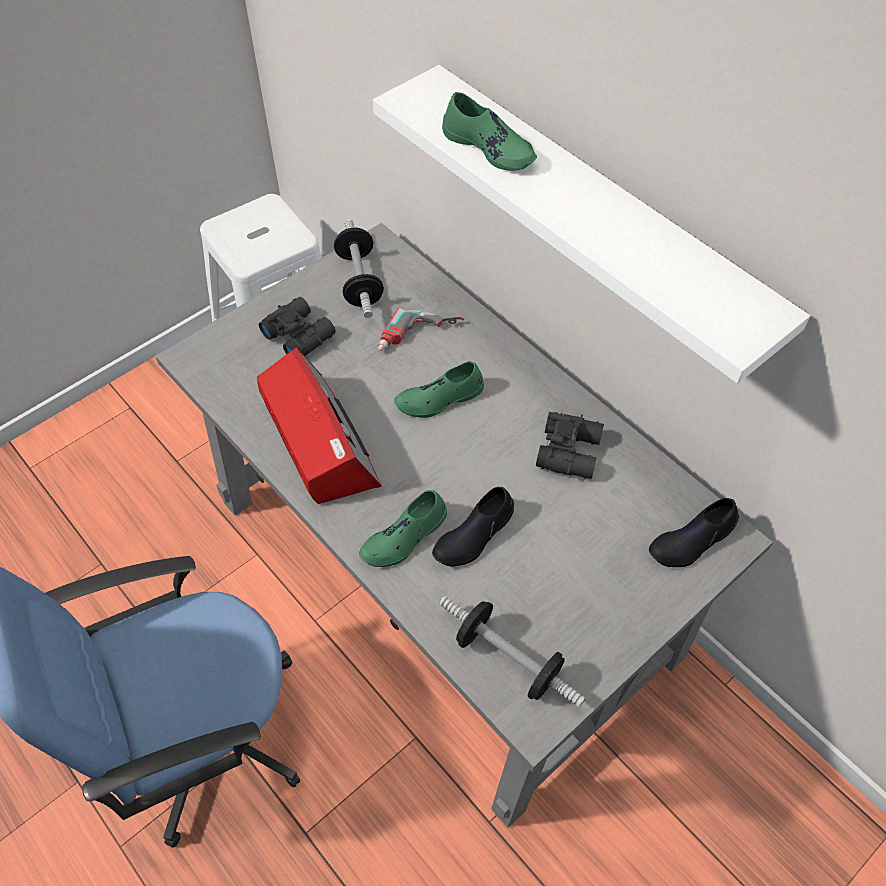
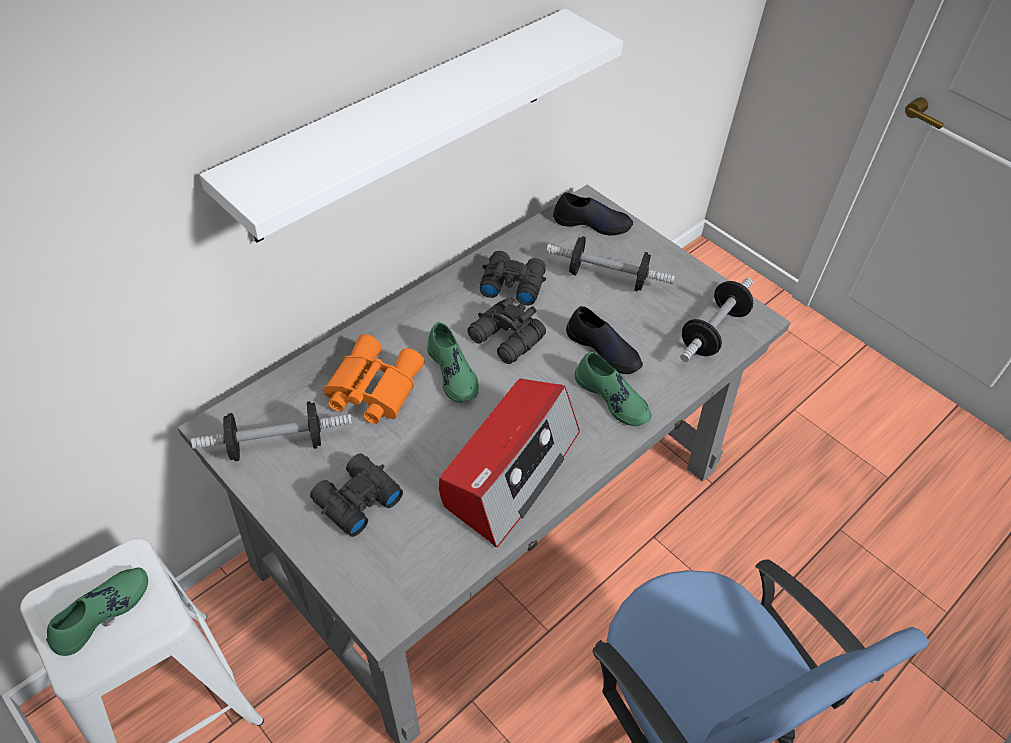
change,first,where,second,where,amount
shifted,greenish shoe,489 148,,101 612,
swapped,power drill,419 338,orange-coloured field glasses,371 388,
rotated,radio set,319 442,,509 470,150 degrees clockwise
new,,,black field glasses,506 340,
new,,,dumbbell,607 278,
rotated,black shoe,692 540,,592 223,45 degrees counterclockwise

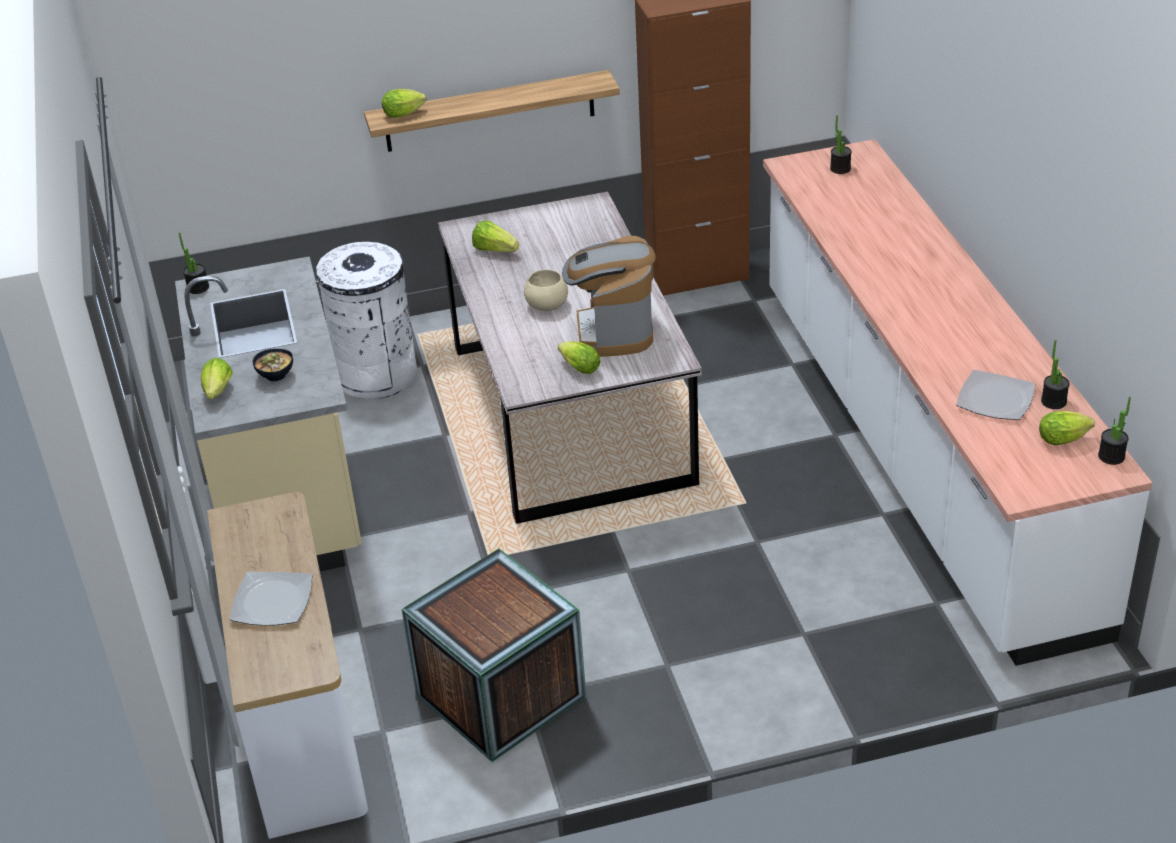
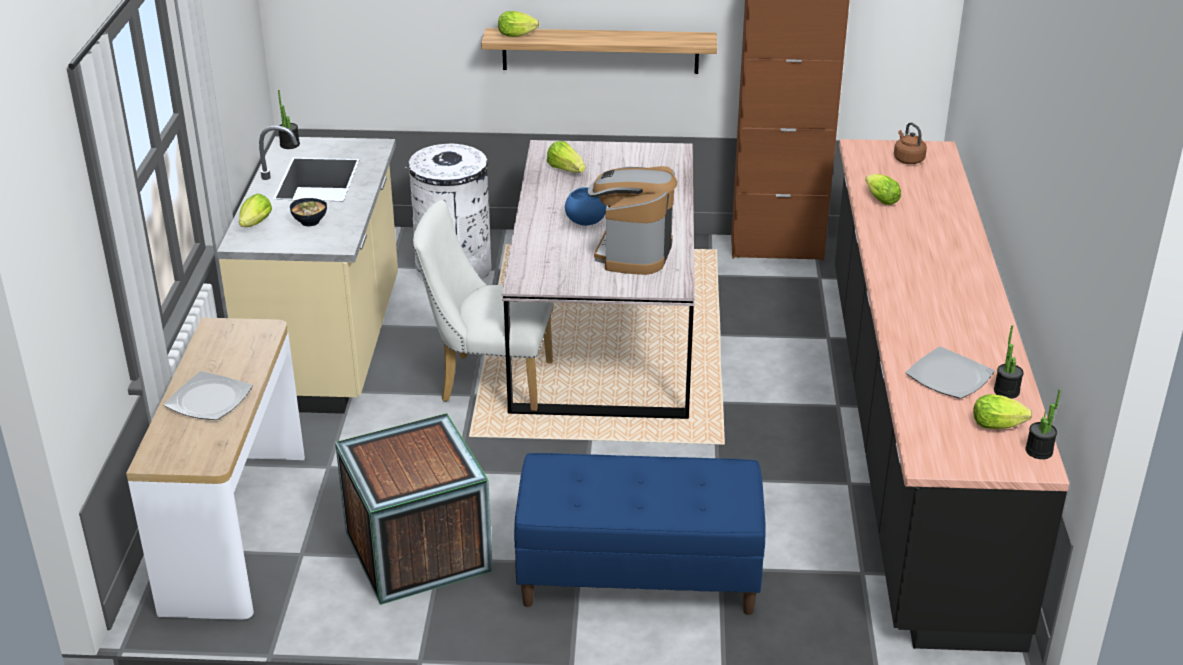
change,first,where,second,where,amount
new,,,whitish plain chair,488 381,
new,,,blue long seat,637 577,
repainted,beige serving bowl,547 304,blue serving bowl,586 220,
repainted,whitish kitchen counter,918 451,black kitchen counter,911 437,
shifted,lettuce,578 367,,879 199,
swapped,plant in a pot,840 169,brown tea kettle,907 159,

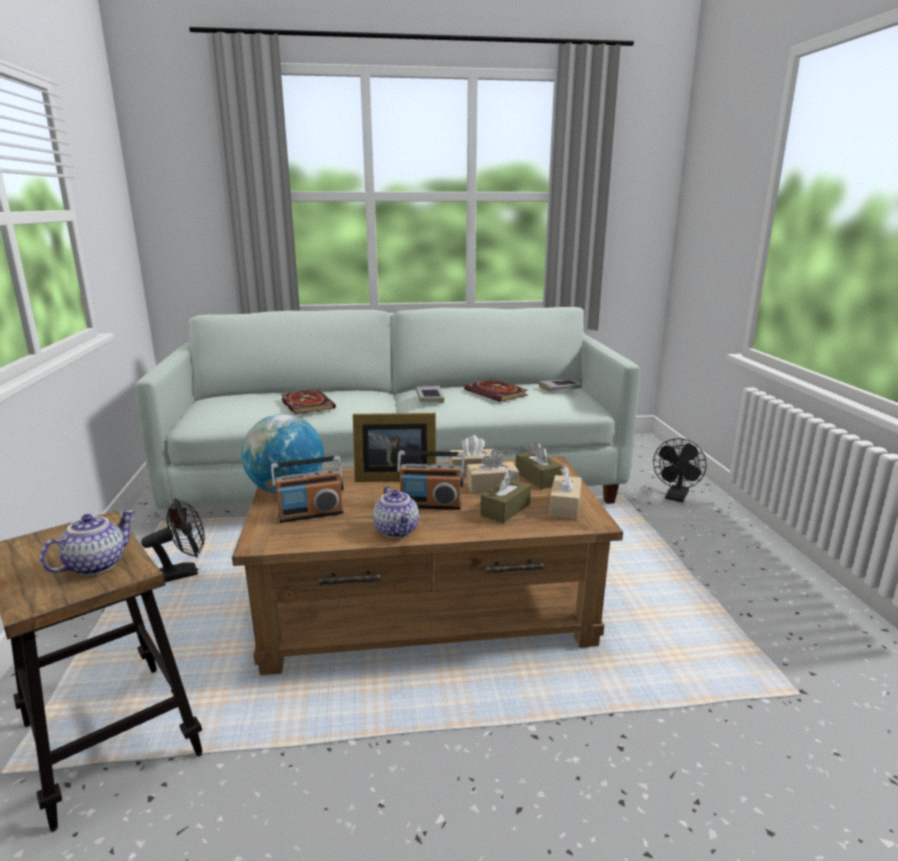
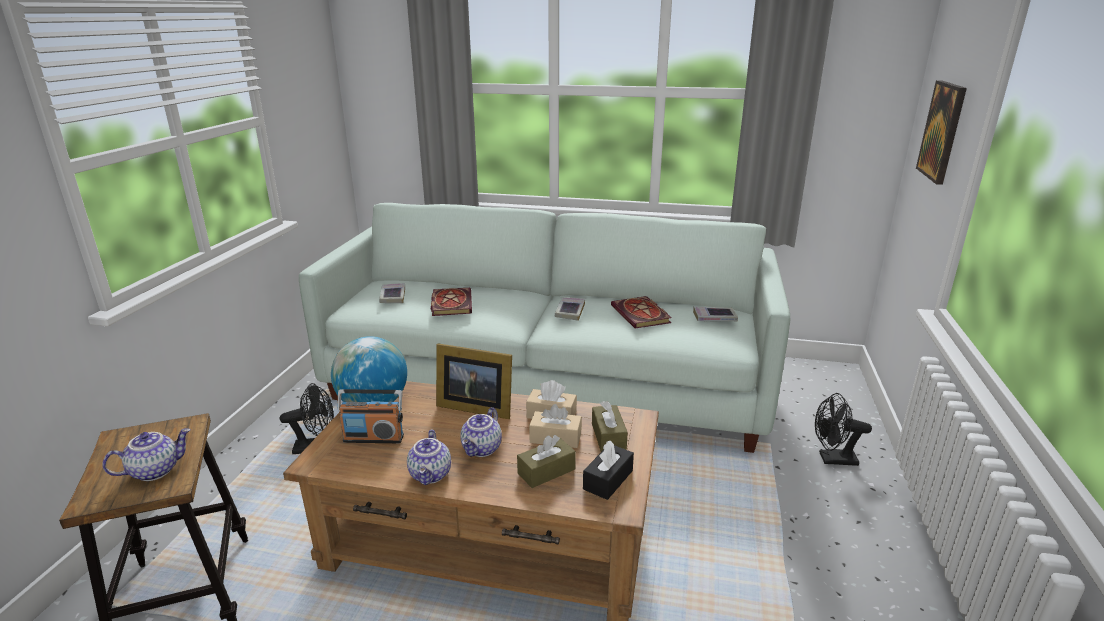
change,first,where,second,where,amount
new,,,book,392 296,
swapped,radio set,430 505,pot for tea,482 449,
repainted,beige box of tissues,565 506,black box of tissues,608 480,
rotated,black electric fan,676 497,,832 459,45 degrees clockwise
new,,,picture,942 131,

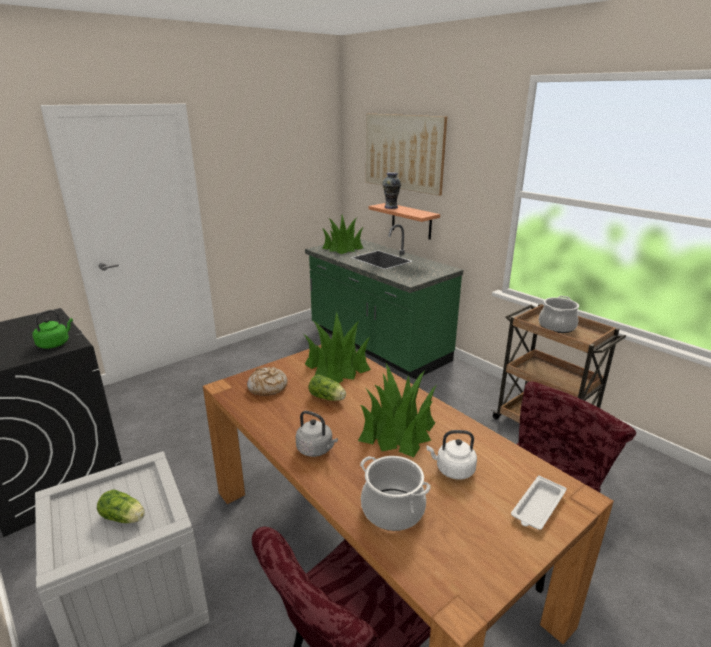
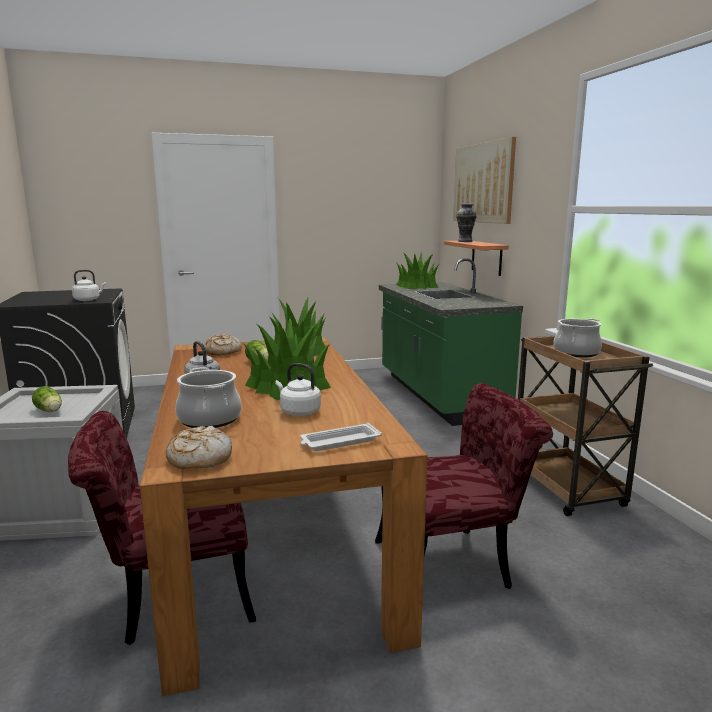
change,first,where,second,where,amount
repainted,greenish tea kettle,55 344,whitish tea kettle,88 300,
new,,,bread,199 458,

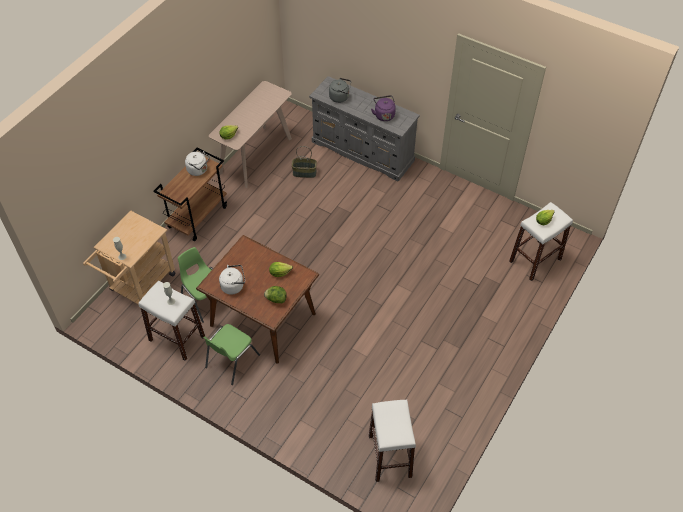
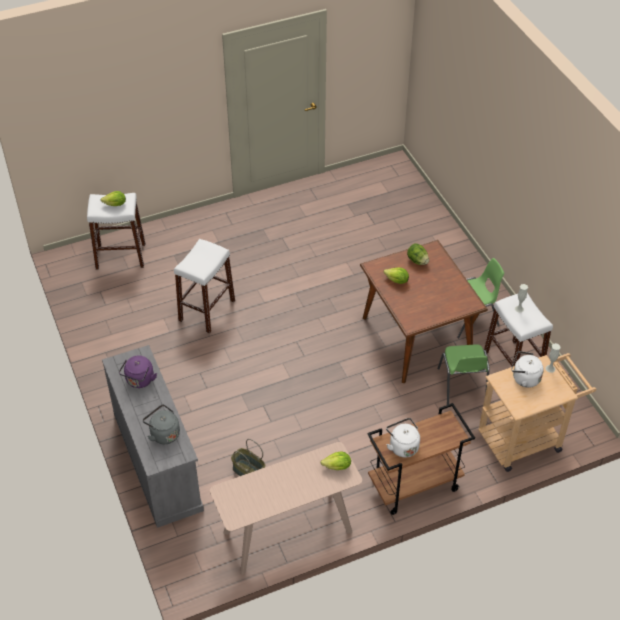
change,first,where,second,where,amount
shifted,whitish stool,390 456,,207 310,
shifted,whitish tea kettle,234 286,,524 378,

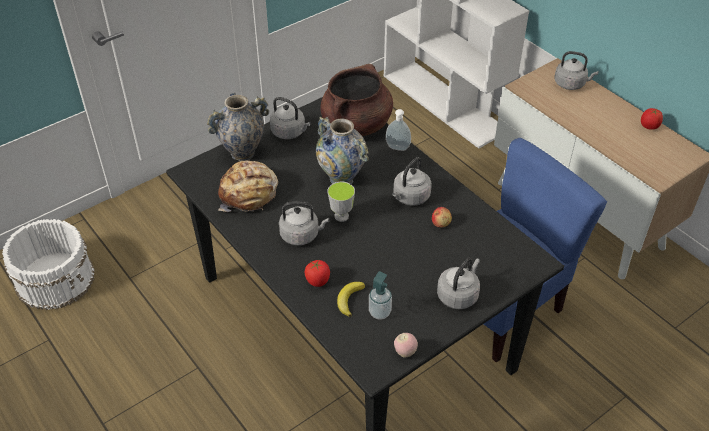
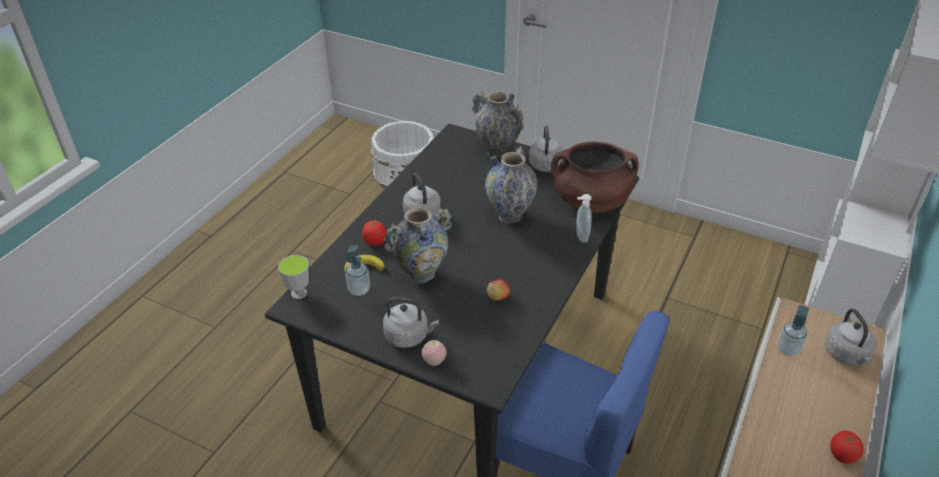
change,first,where,second,where,amount
shifted,small cup,341 216,,299 293,
new,,,flower vase,421 274,
shifted,whole apple,405 352,,434 361,
new,,,soap bottle,787 350,
gone,bread,249 194,,,
gone,gray tea kettle,410 197,,,

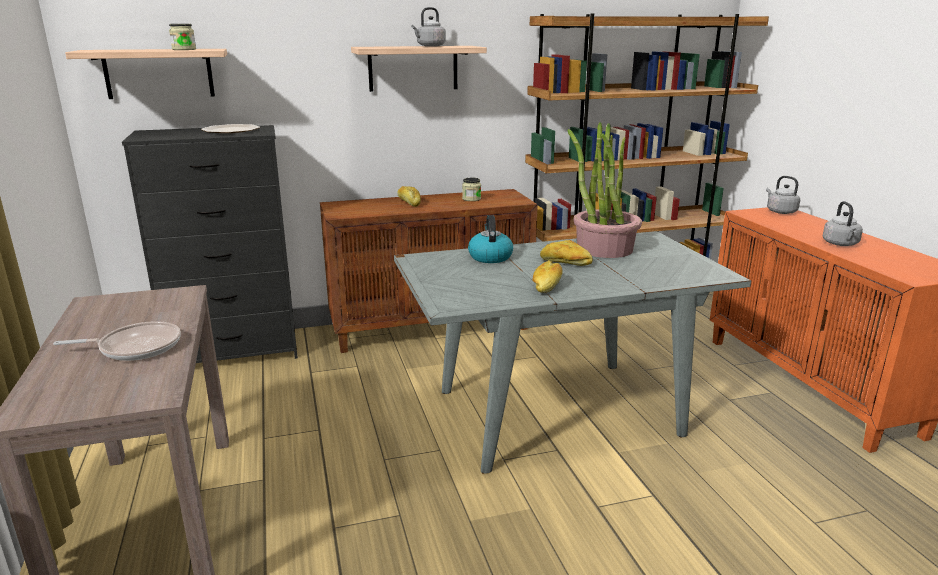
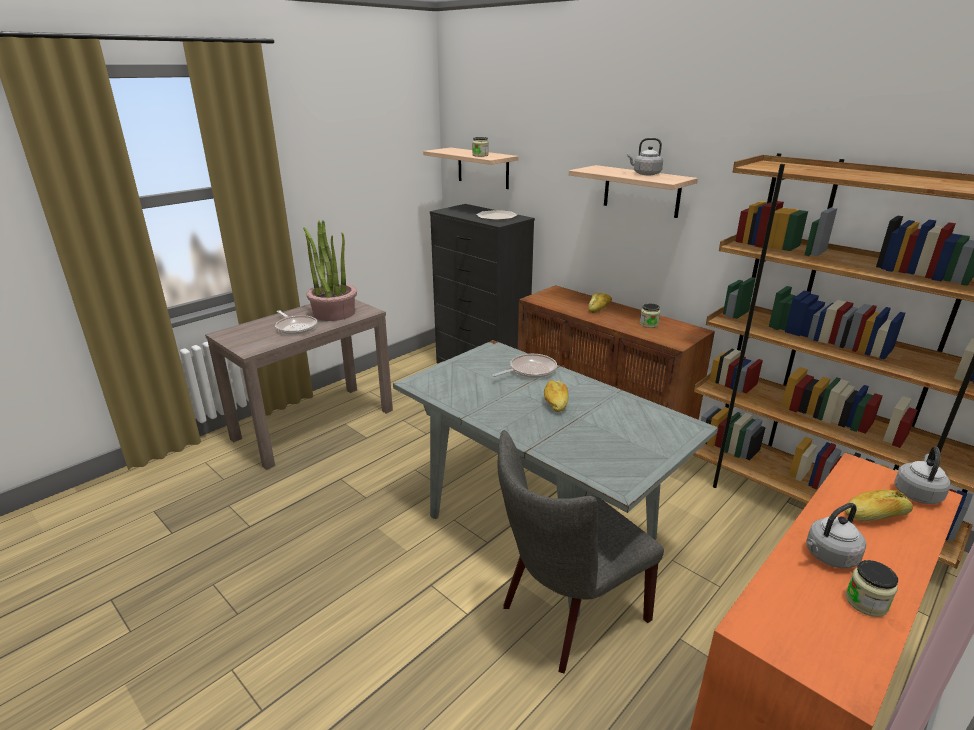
change,first,where,second,where,amount
shifted,plant in a pot,604 249,,334 313,
swapped,tea kettle,490 257,pan,530 370,
new,,,gray plain chair,567 616,
shifted,bread,547 285,,876 515,
new,,,preserve jar,866 602,

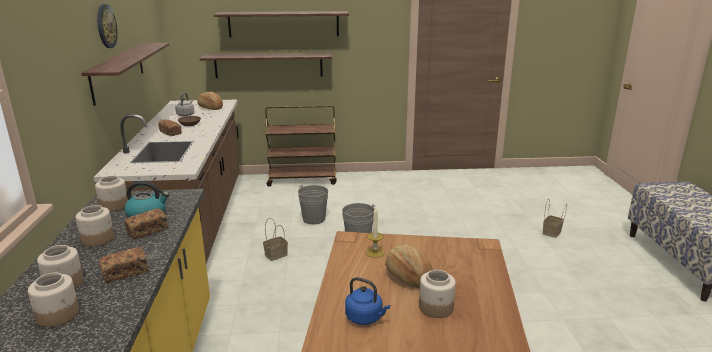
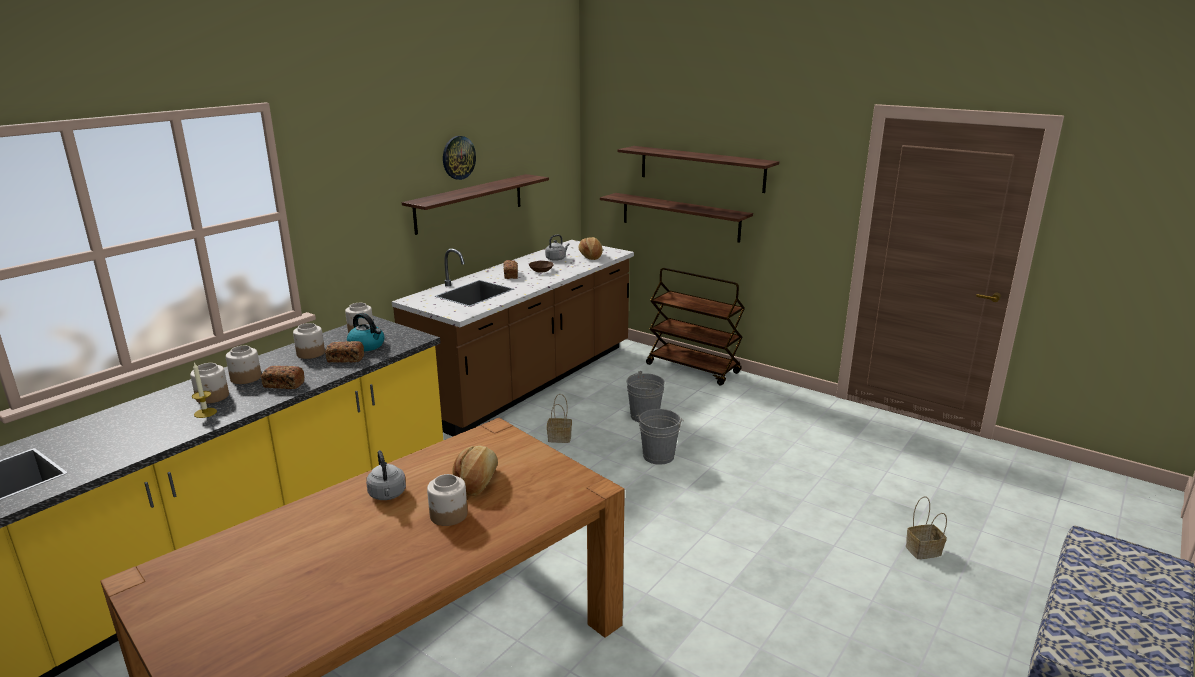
change,first,where,second,where,amount
shifted,wax light,375 252,,205 413,
repainted,blue tea kettle,365 318,gray tea kettle,387 495,

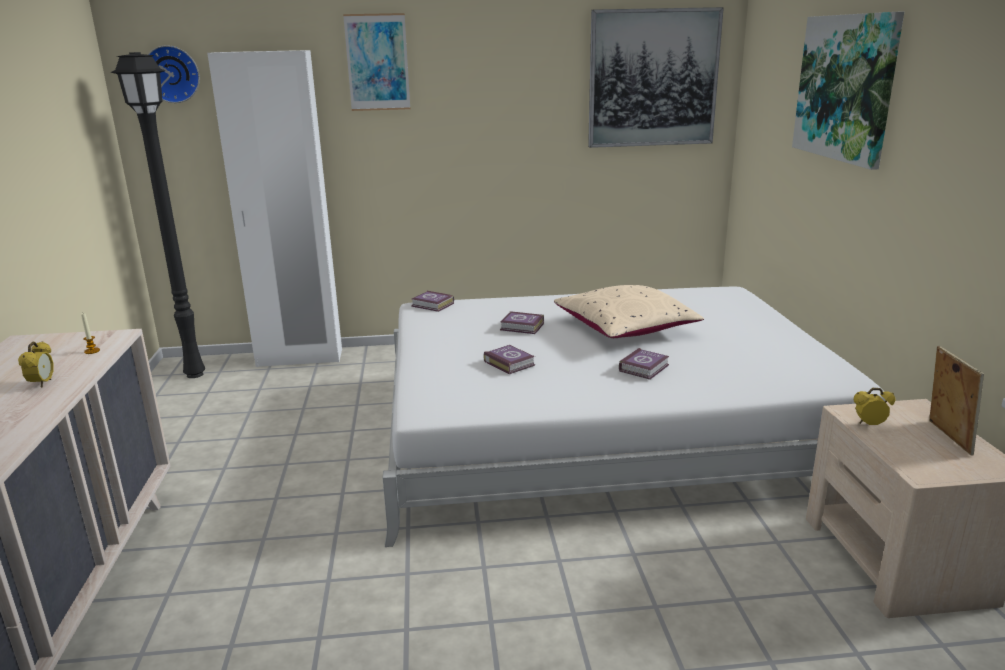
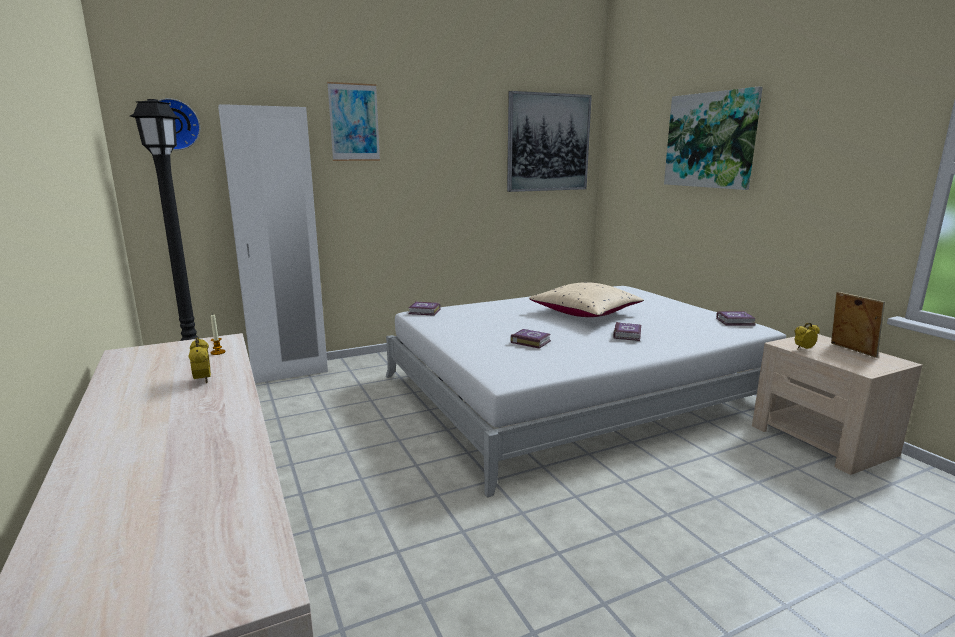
change,first,where,second,where,amount
shifted,book,522 327,,736 322,

